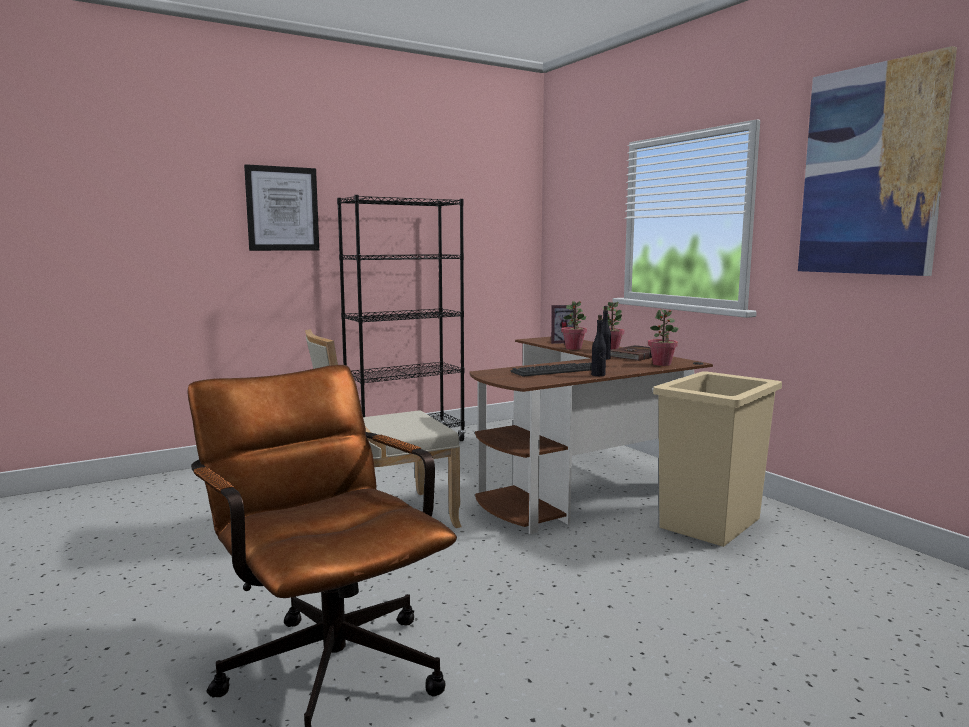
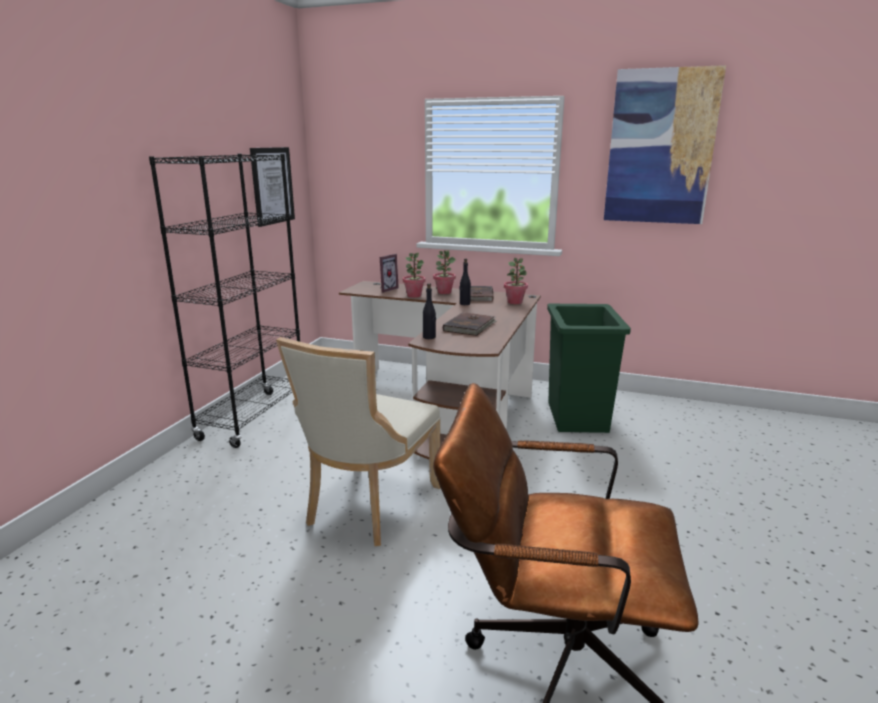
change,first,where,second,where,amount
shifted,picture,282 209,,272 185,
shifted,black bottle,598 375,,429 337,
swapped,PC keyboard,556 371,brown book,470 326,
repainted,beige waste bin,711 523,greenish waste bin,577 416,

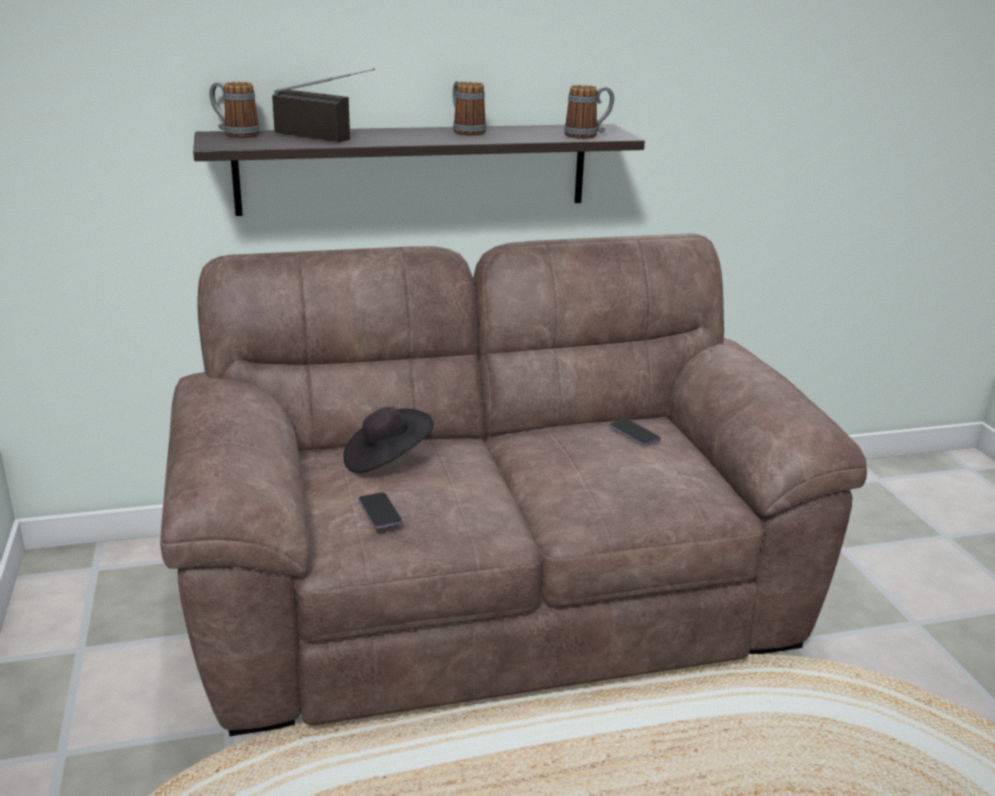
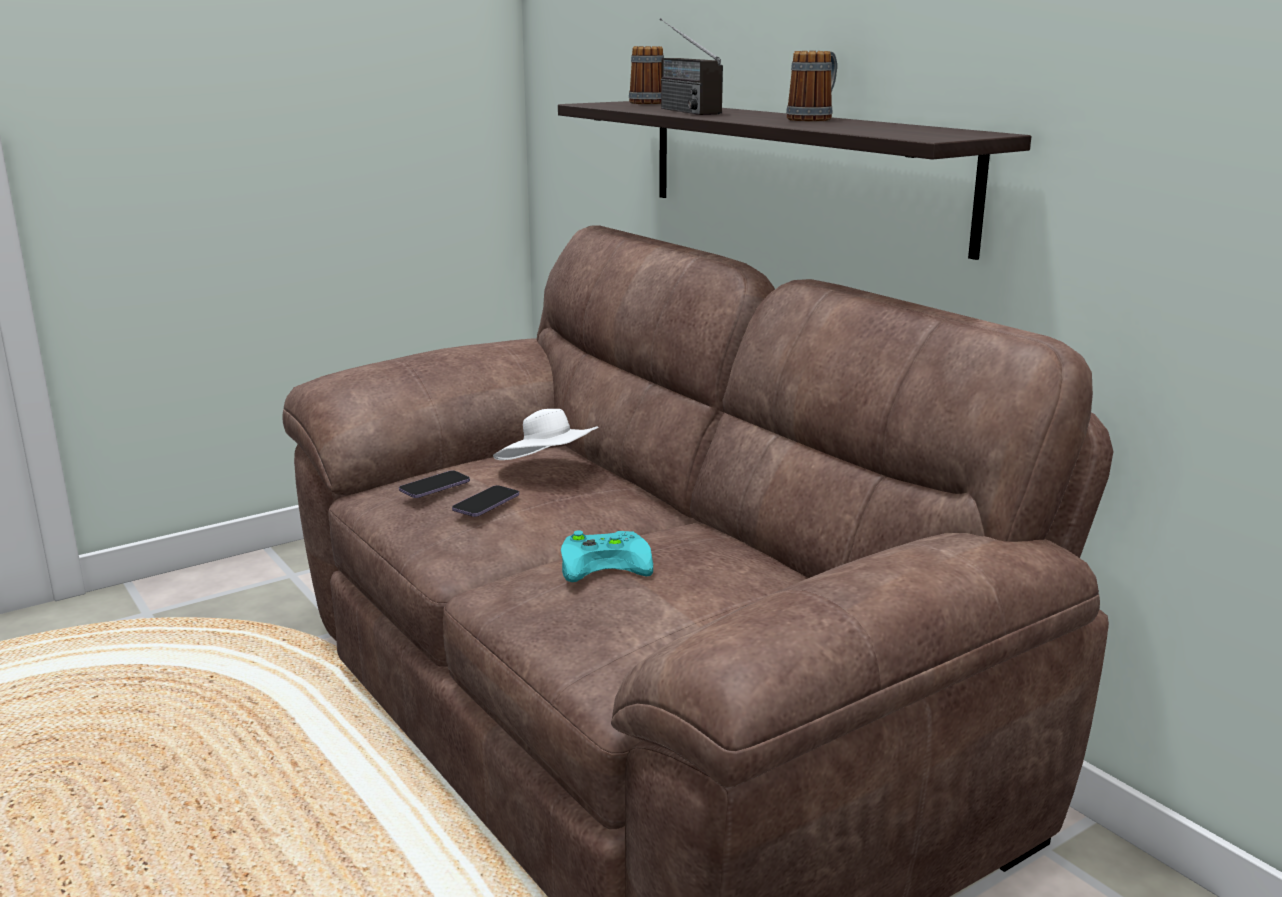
change,first,where,second,where,amount
shifted,handset,634 434,,486 503,
repainted,black wearable hat,386 460,whitish wearable hat,549 470,
new,,,turquoise game controller,607 561,
rotated,radio set,331 138,,677 109,150 degrees clockwise
gone,tea mug,587 135,,,

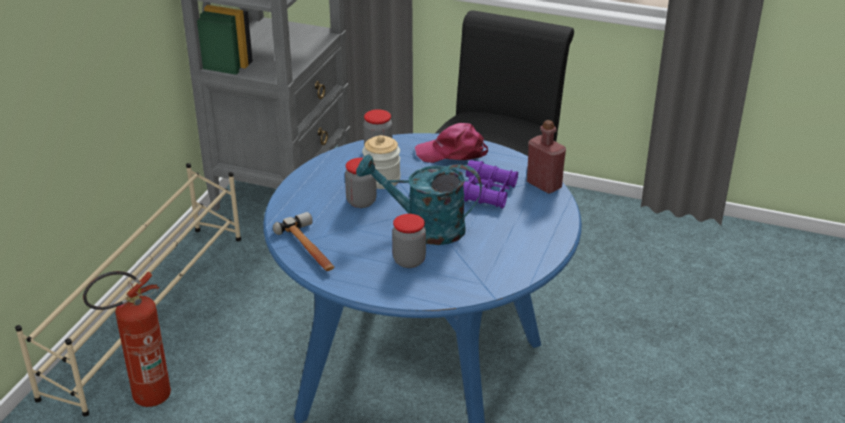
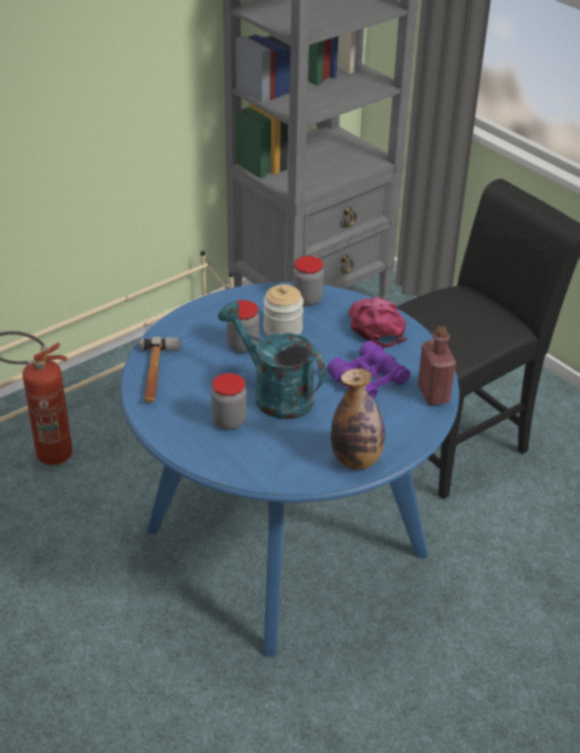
change,first,where,second,where,amount
new,,,bottle,356 460,
rotated,pink baseball cap,452 152,,376 326,45 degrees clockwise

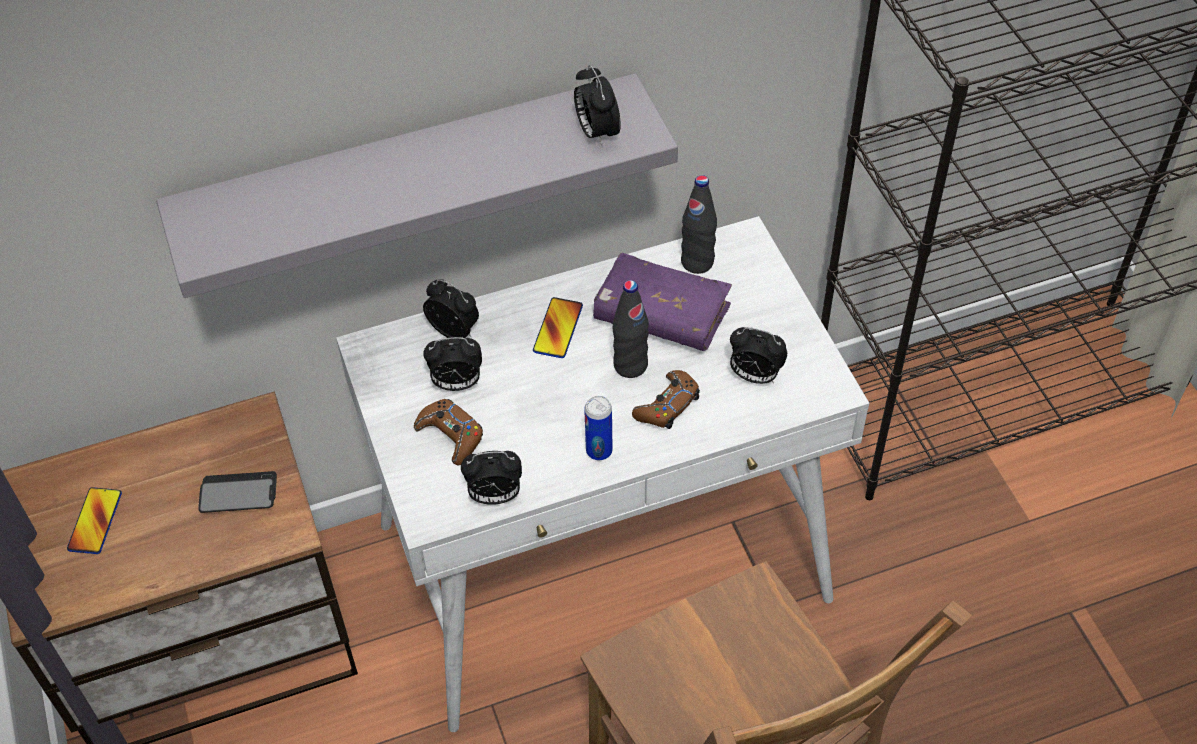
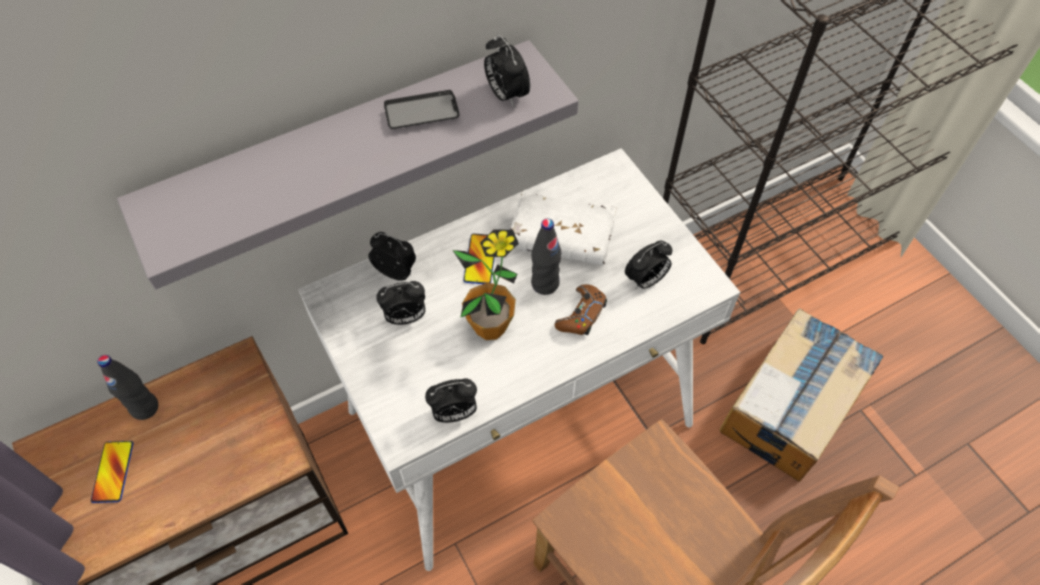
change,first,where,second,where,amount
shifted,black bottle,697 262,,145 407,
shifted,handset,238 493,,421 111,
new,,,plant in a pot,490 327,
repainted,purple-coloured book,661 315,whitish book,561 238,
rotated,table clock,754 376,,645 280,45 degrees counterclockwise
new,,,carton,792 405,
gone,brown game controller,451 436,,,
gone,can,599 451,,,

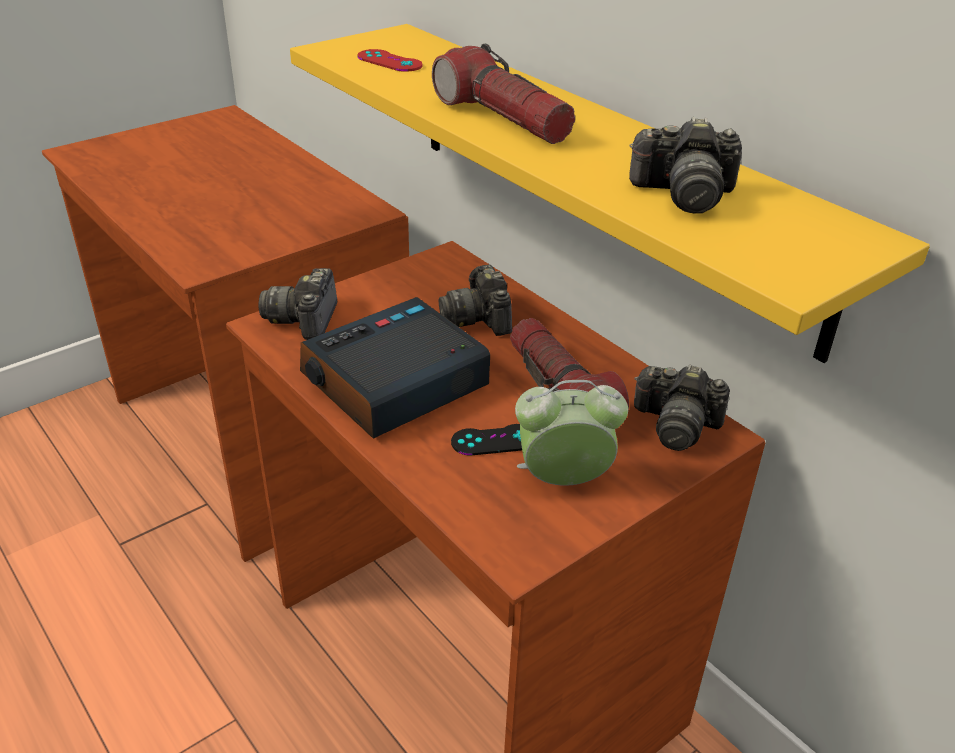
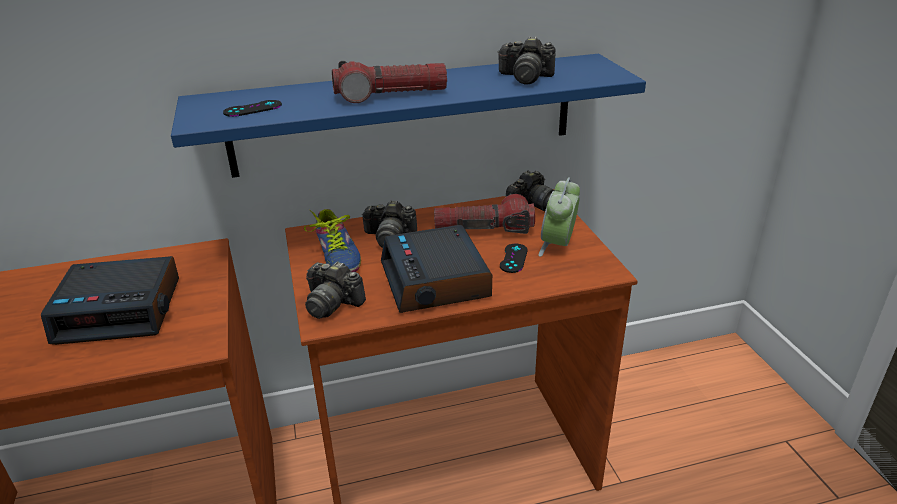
change,first,where,second,where,amount
new,,,table clock,121 310,
repainted,yellowish bracket shelf,602 174,blue bracket shelf,405 114,
repainted,red game controller,389 61,black game controller,253 109,
new,,,shoe,334 256,
rotated,photo camera,683 195,,525 77,75 degrees clockwise

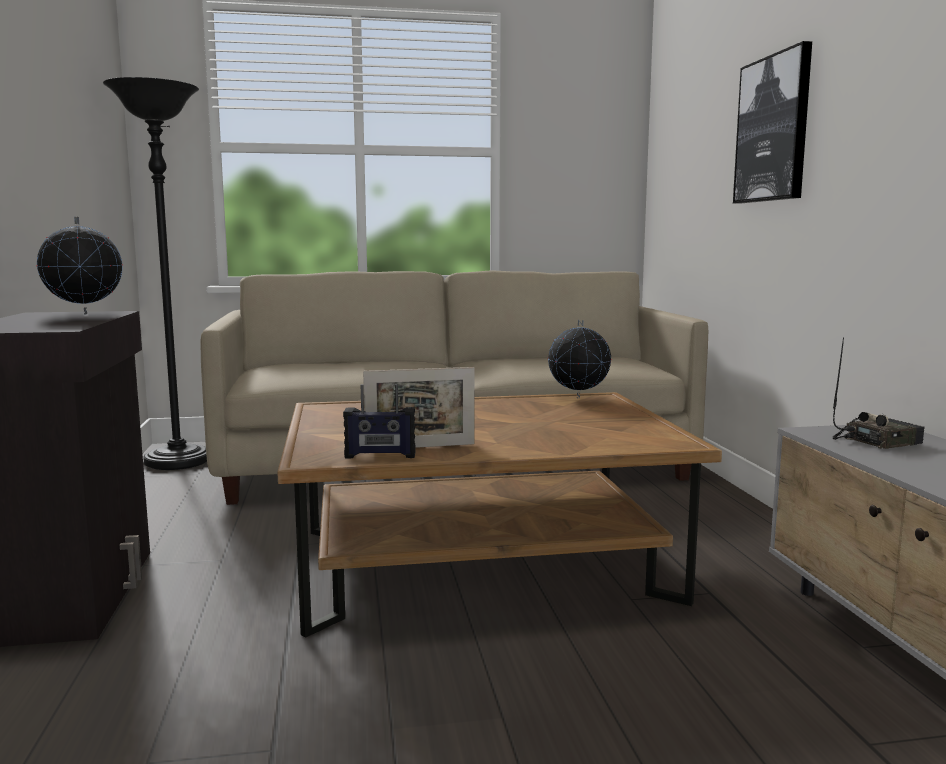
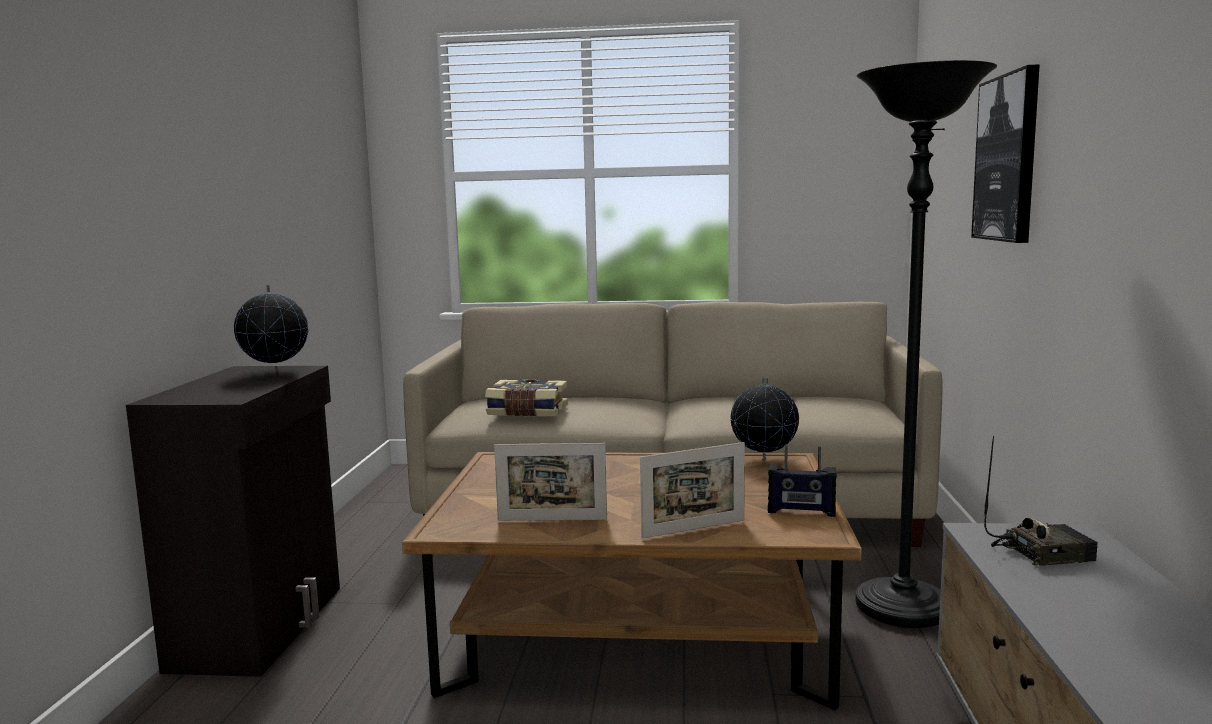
change,first,where,second,where,amount
new,,,book,527 412,
new,,,picture frame,694 529,
shifted,radio set,380 455,,801 512,
shifted,black standard lamp,178 462,,903 608,

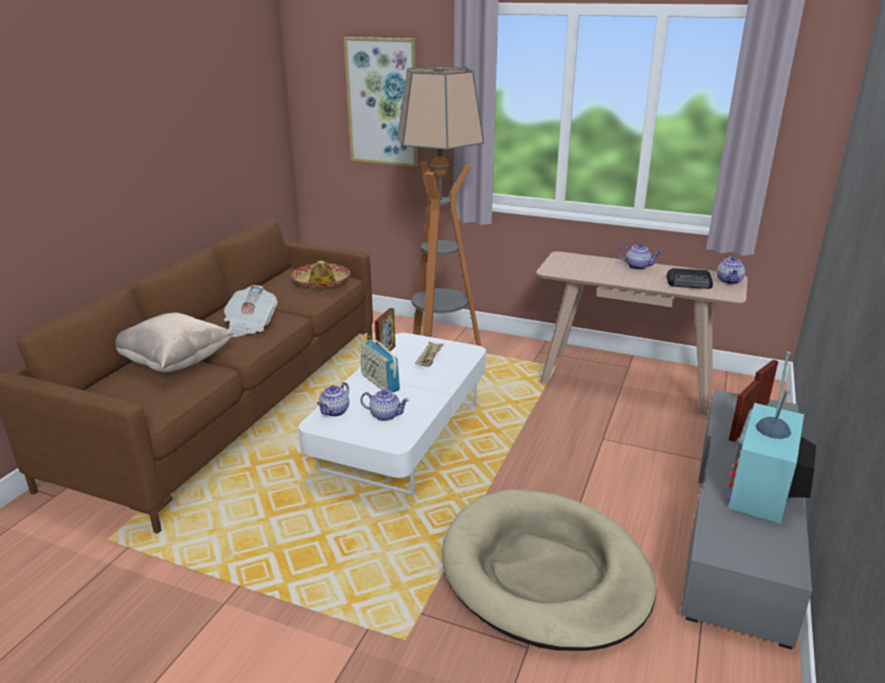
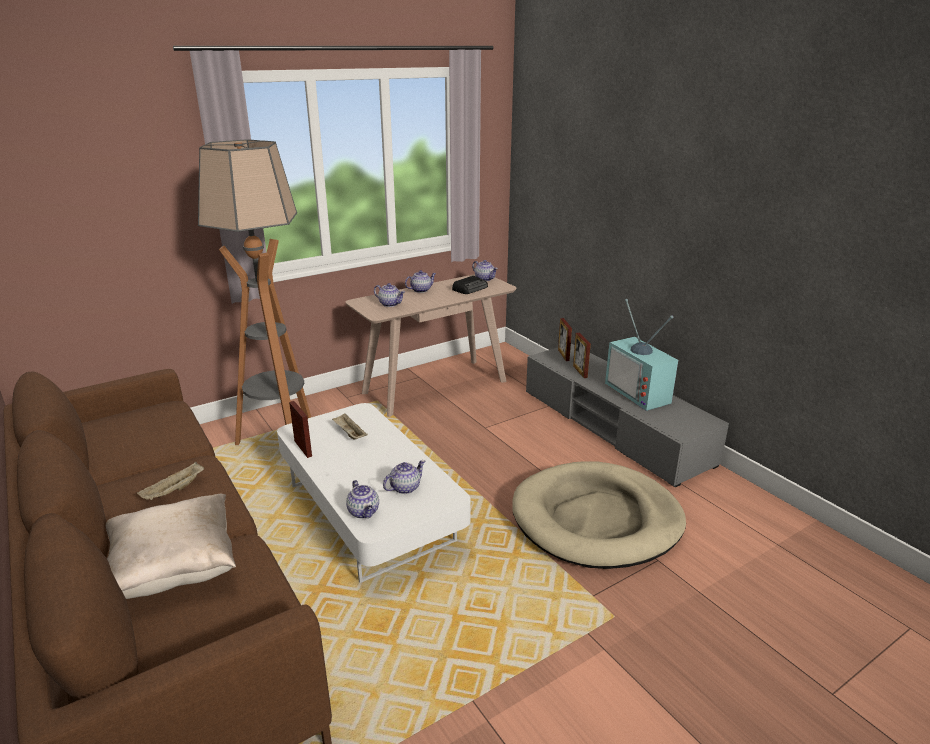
change,first,where,second,where,amount
swapped,printed paper,250 325,beige carrying tray,174 491,
new,,,pot for tea,390 304,
gone,wearable hat,322 282,,,
gone,picture,383 102,,,
gone,radio set,380 382,,,

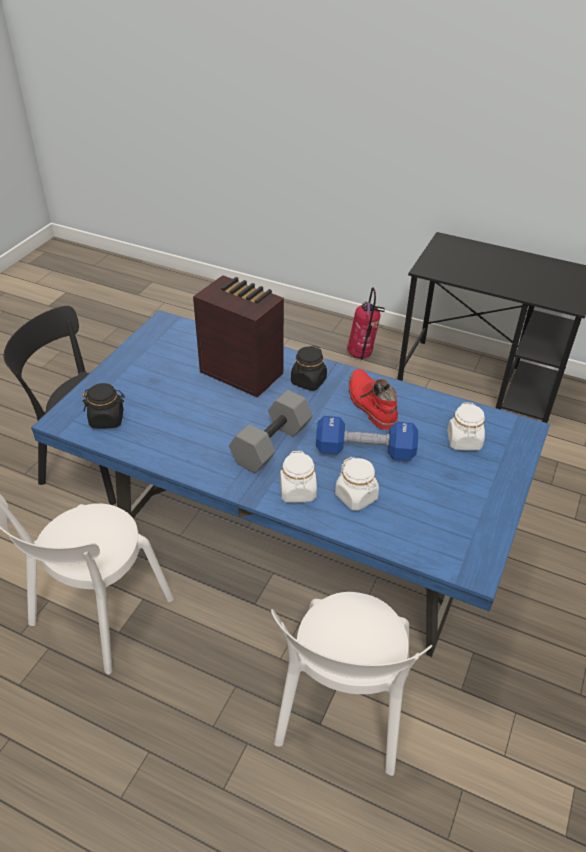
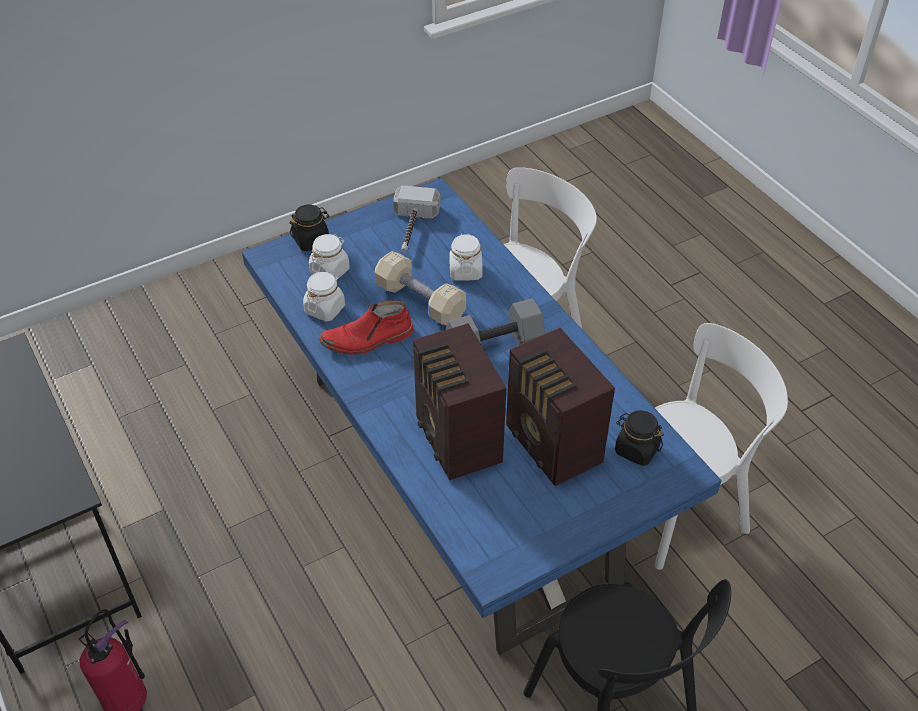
change,first,where,second,where,amount
shifted,black preserve jar,308 381,,311 240,
shifted,whitish preserve jar,298 491,,325 309,
rotated,red boot,370 404,,367 339,60 degrees clockwise
repainted,blue dumbbell,365 451,beige dumbbell,420 301,
new,,,tool hammer,412 229,
new,,,radio set,553 446,

